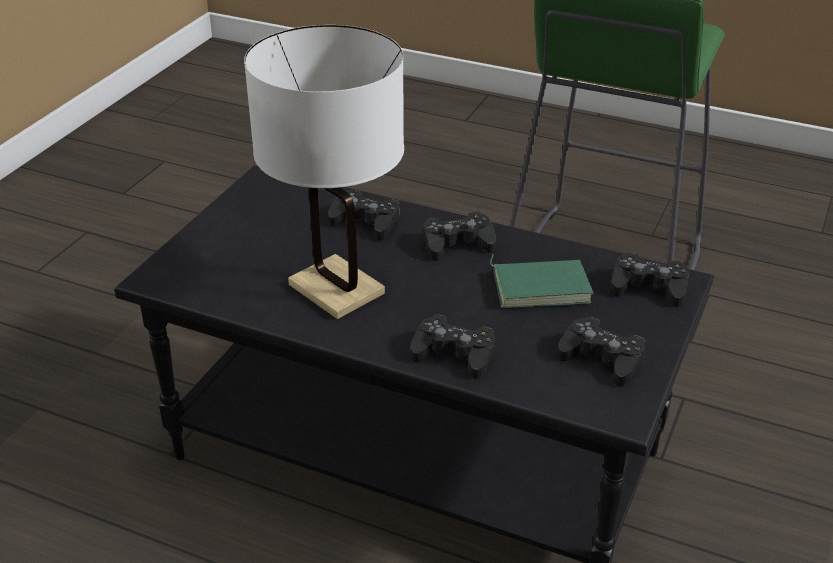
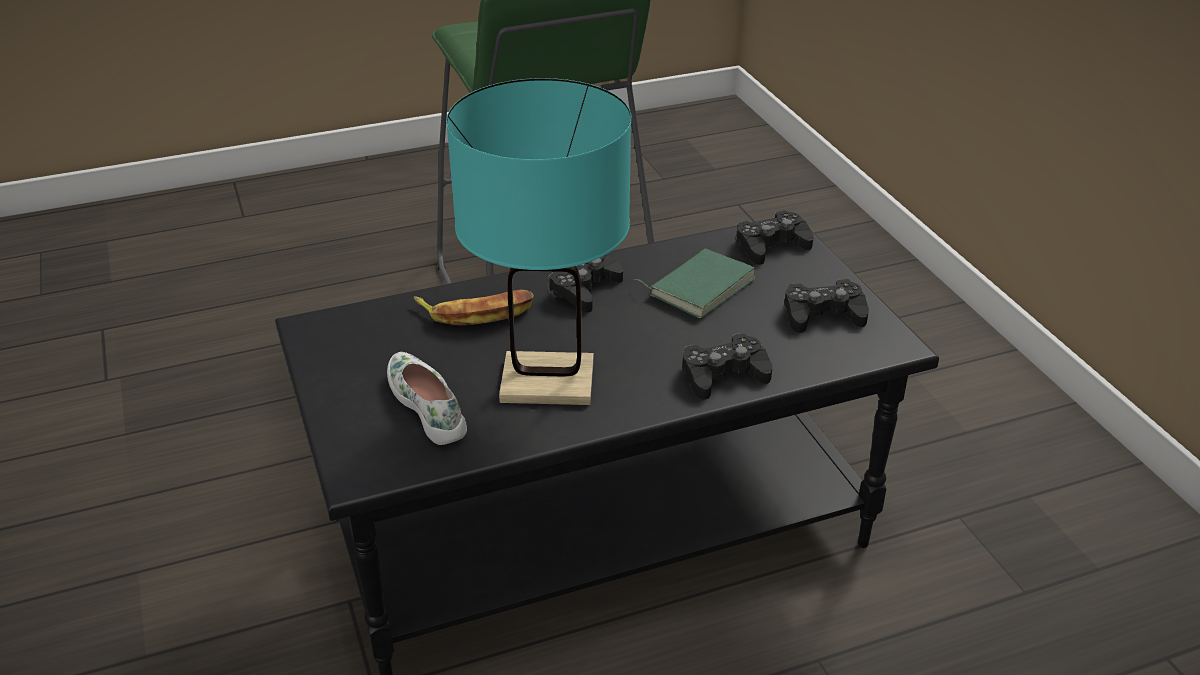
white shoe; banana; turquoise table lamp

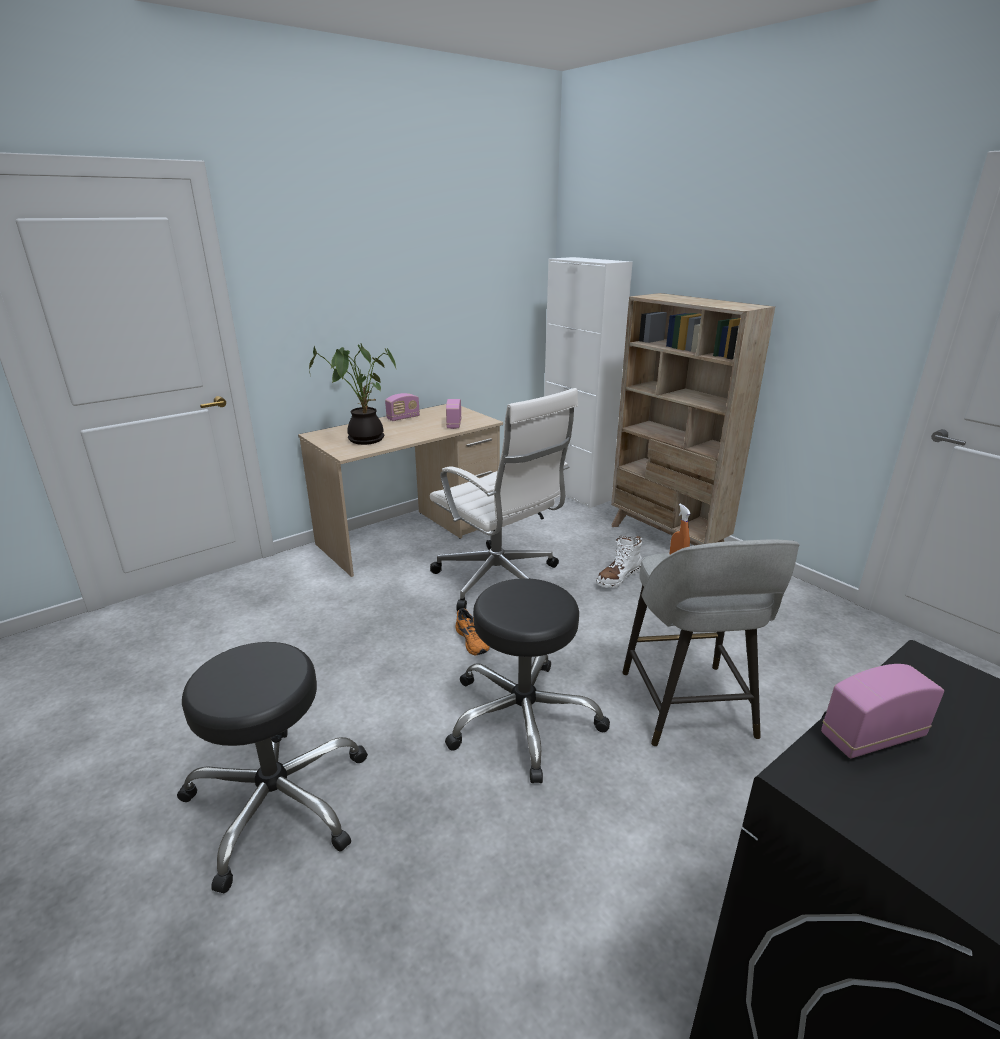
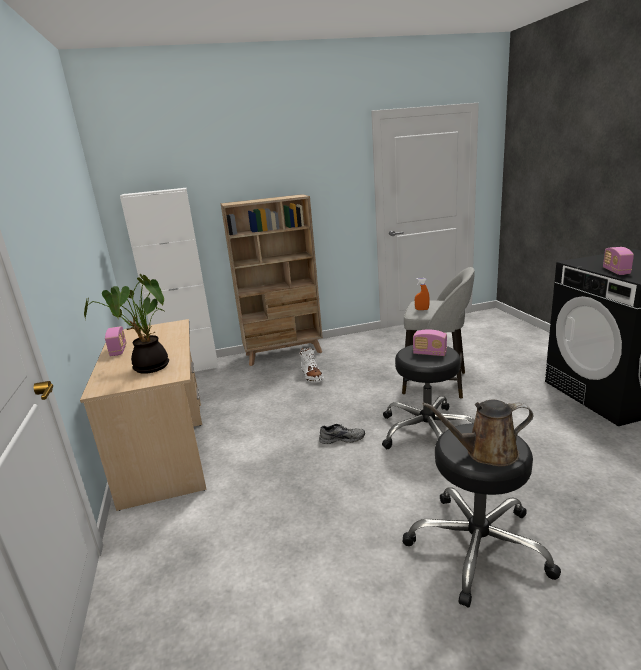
white office chair; brown watering can; radio (no. 2 from left); grey shoe

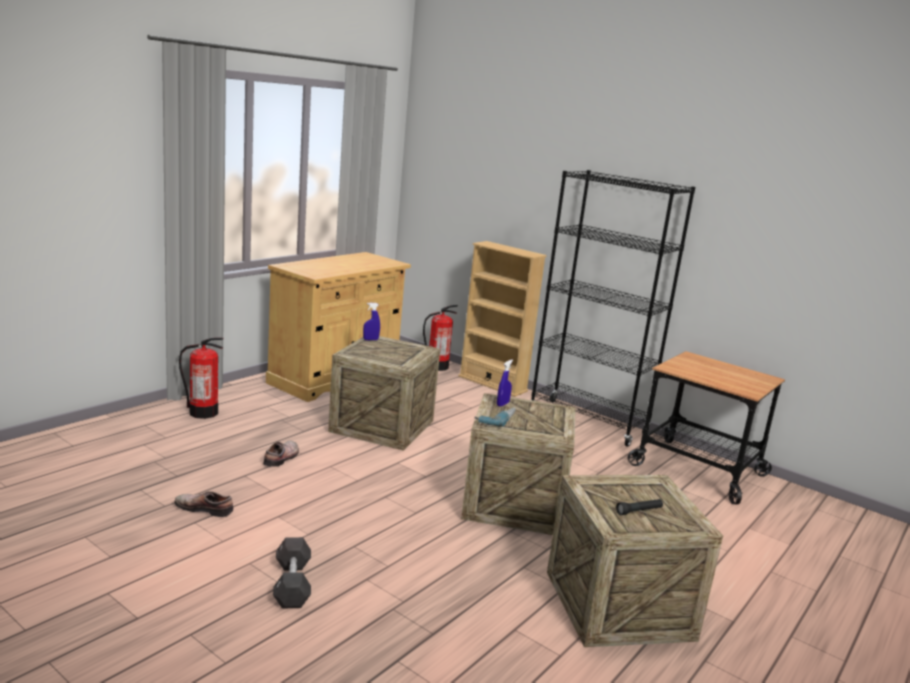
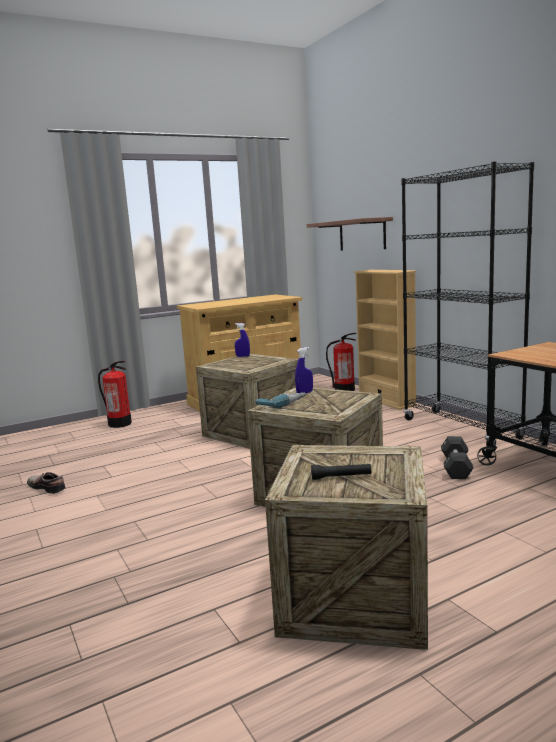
shoe (no. 2 from left in the first image); shelf; black dumbbell

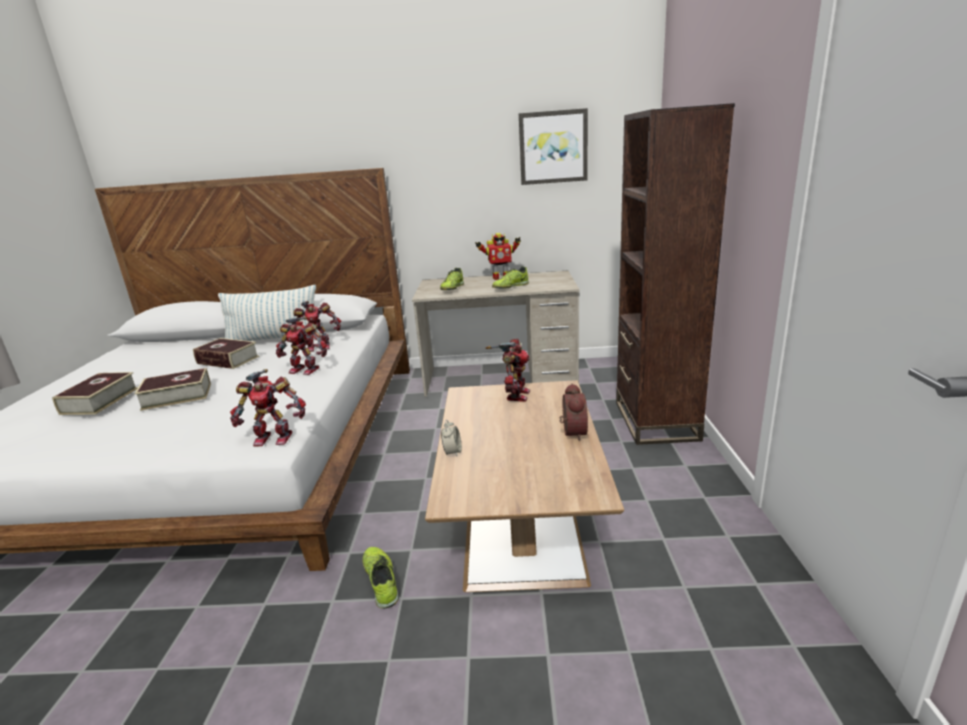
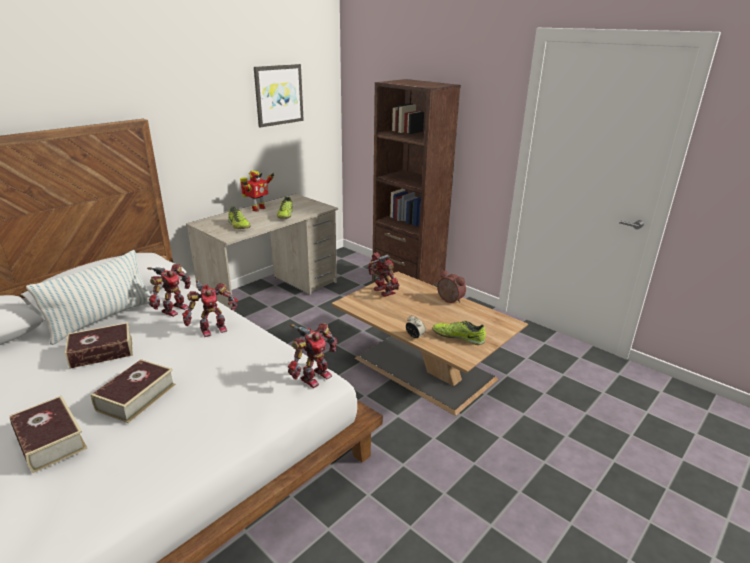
shoe (no. 3 from left)

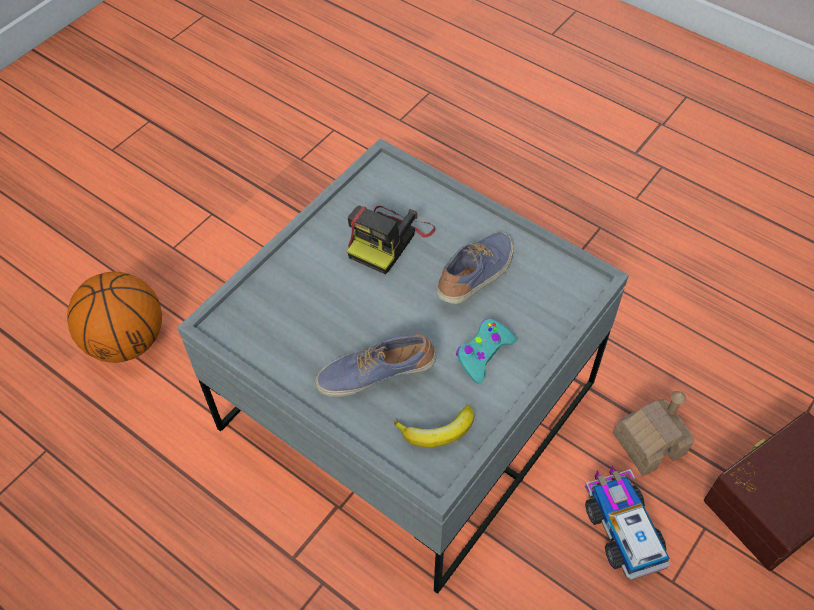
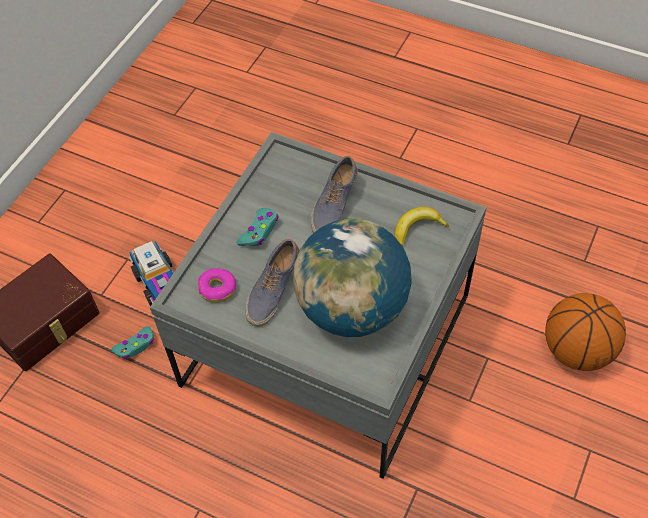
donut; banana; globe; turquoise game controller (no. 1 from left); shoe (no. 2 from left)

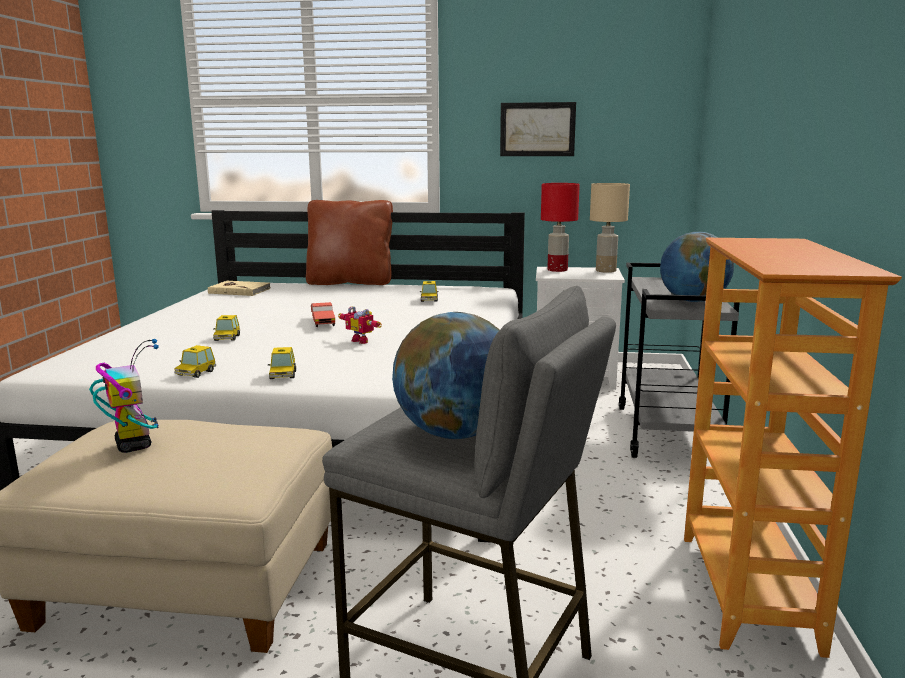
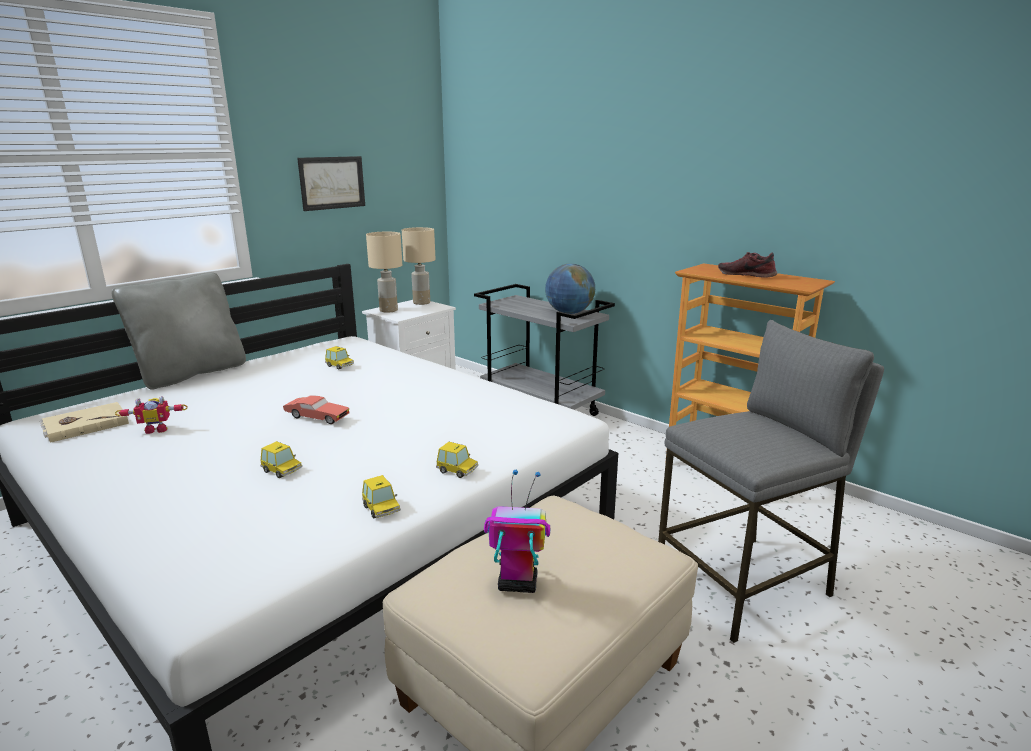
globe (no. 1 from left in the first image); shoe; toy robot (no. 1 from left); grey pillow; beige table lamp (no. 1 from left)

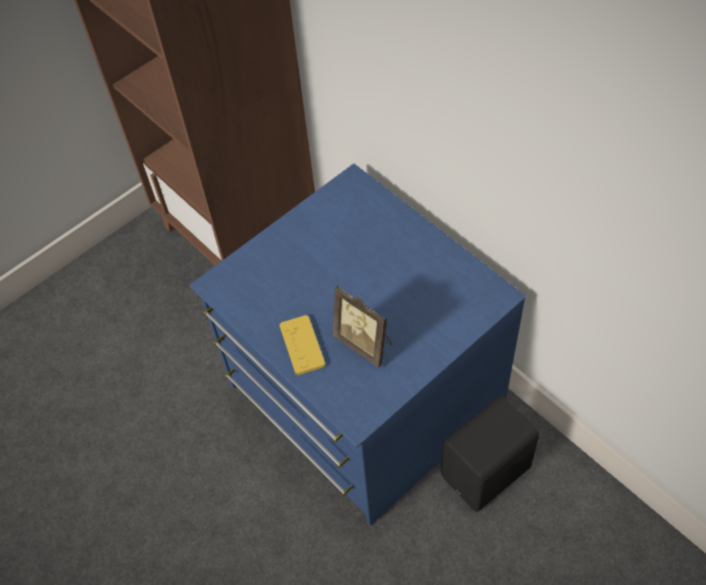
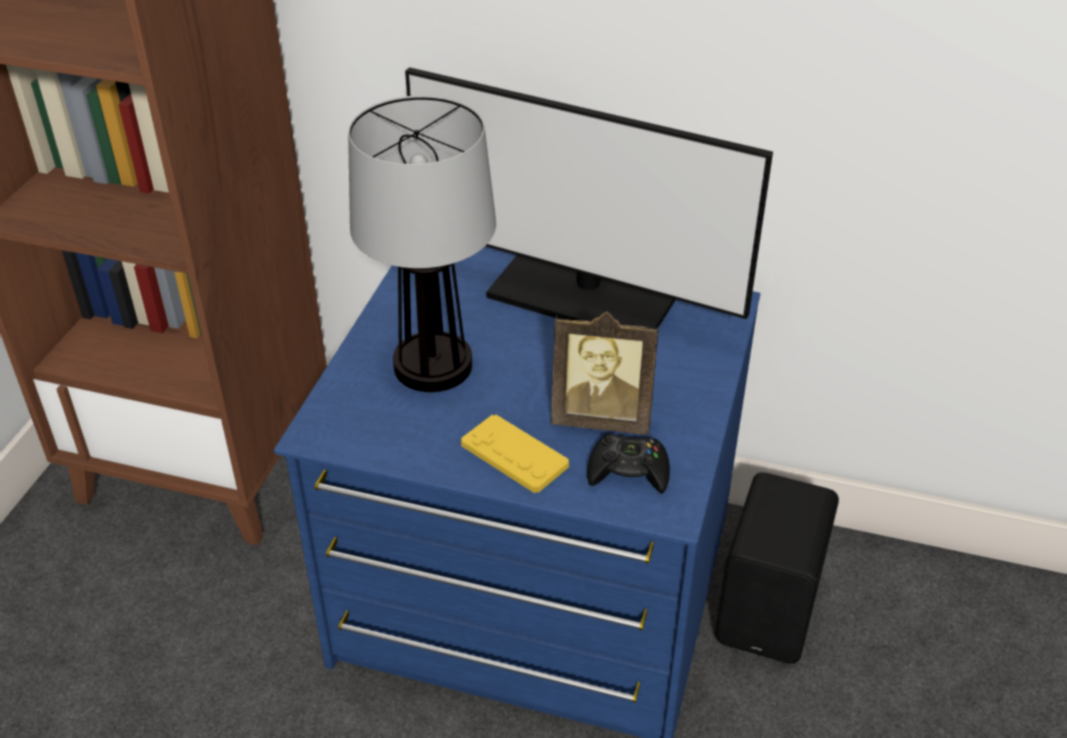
table lamp; monitor; black game controller

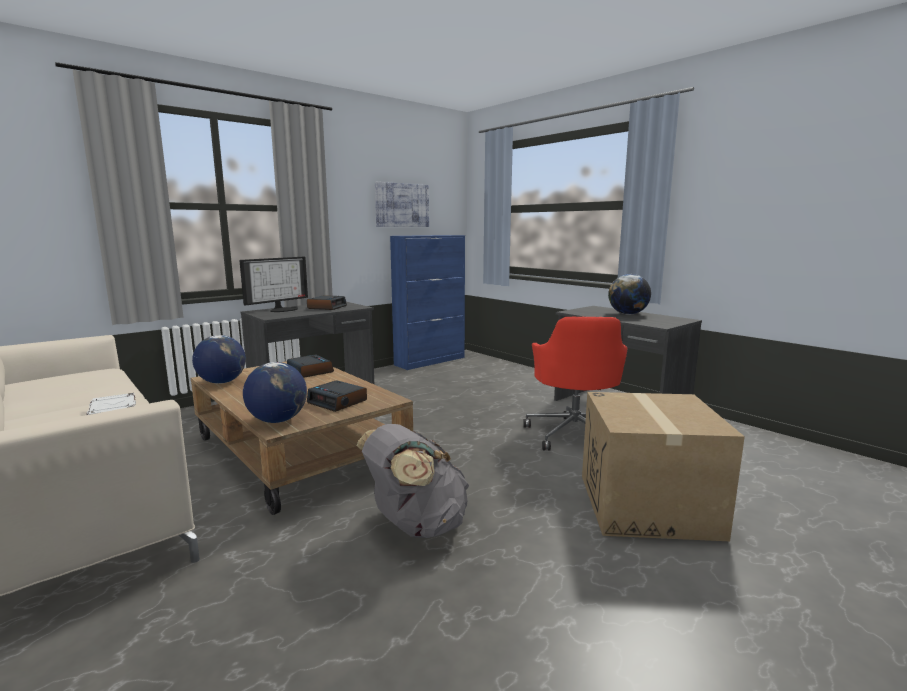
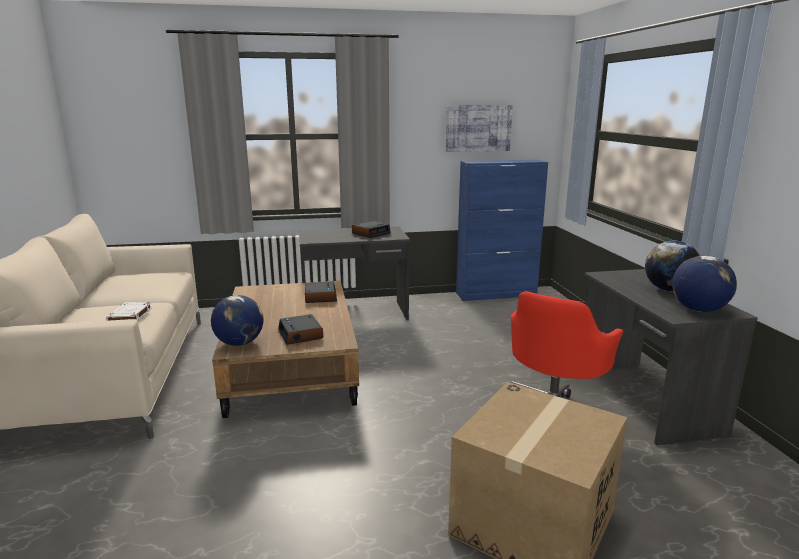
monitor; grey backpack; globe (no. 3 from left)

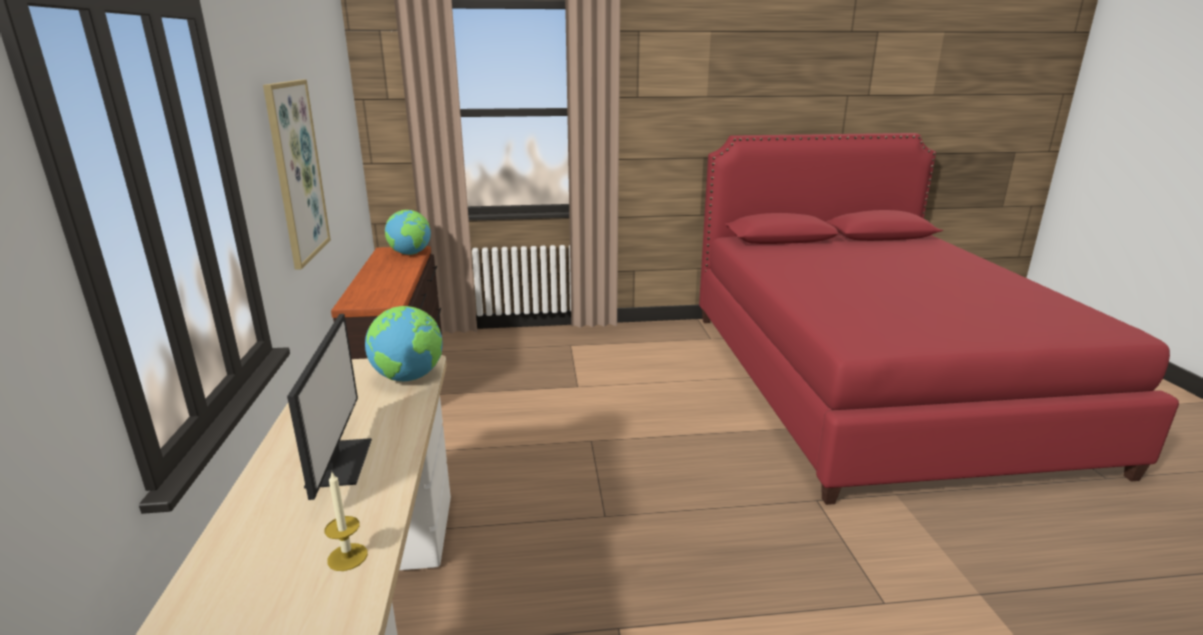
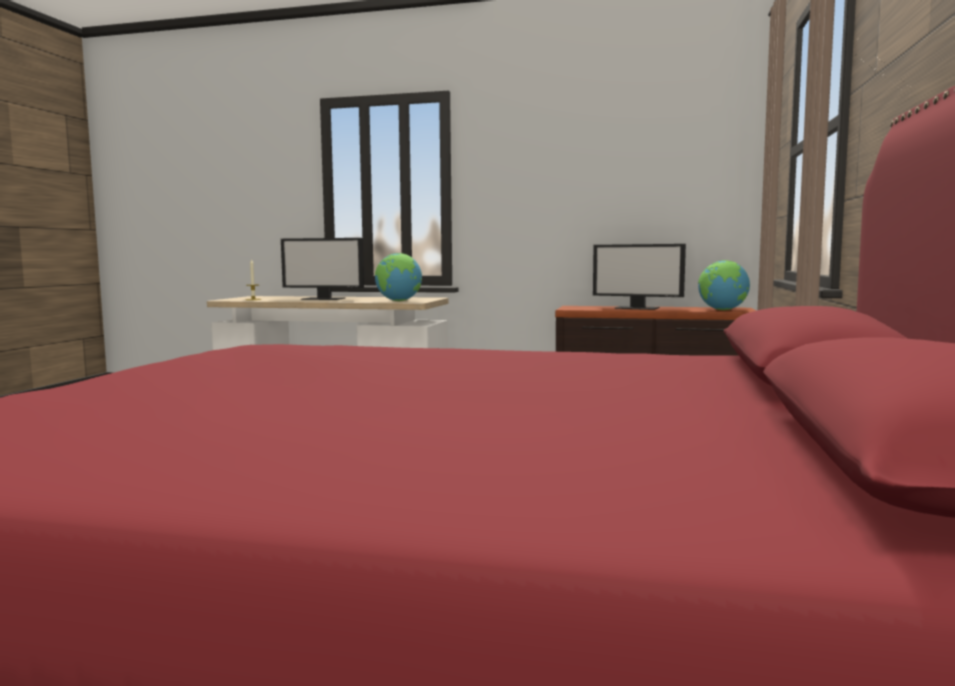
picture; monitor (no. 2 from left)

